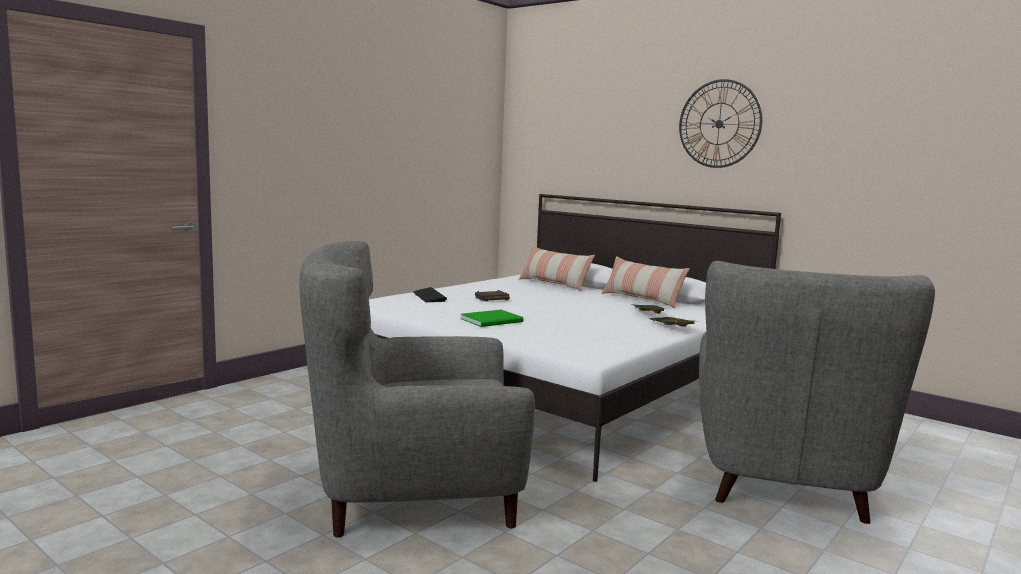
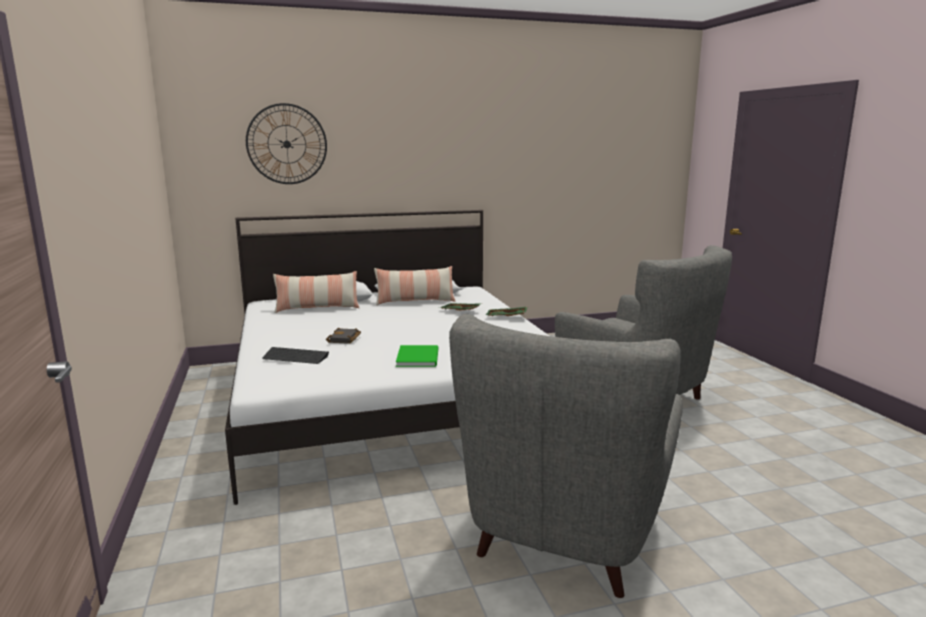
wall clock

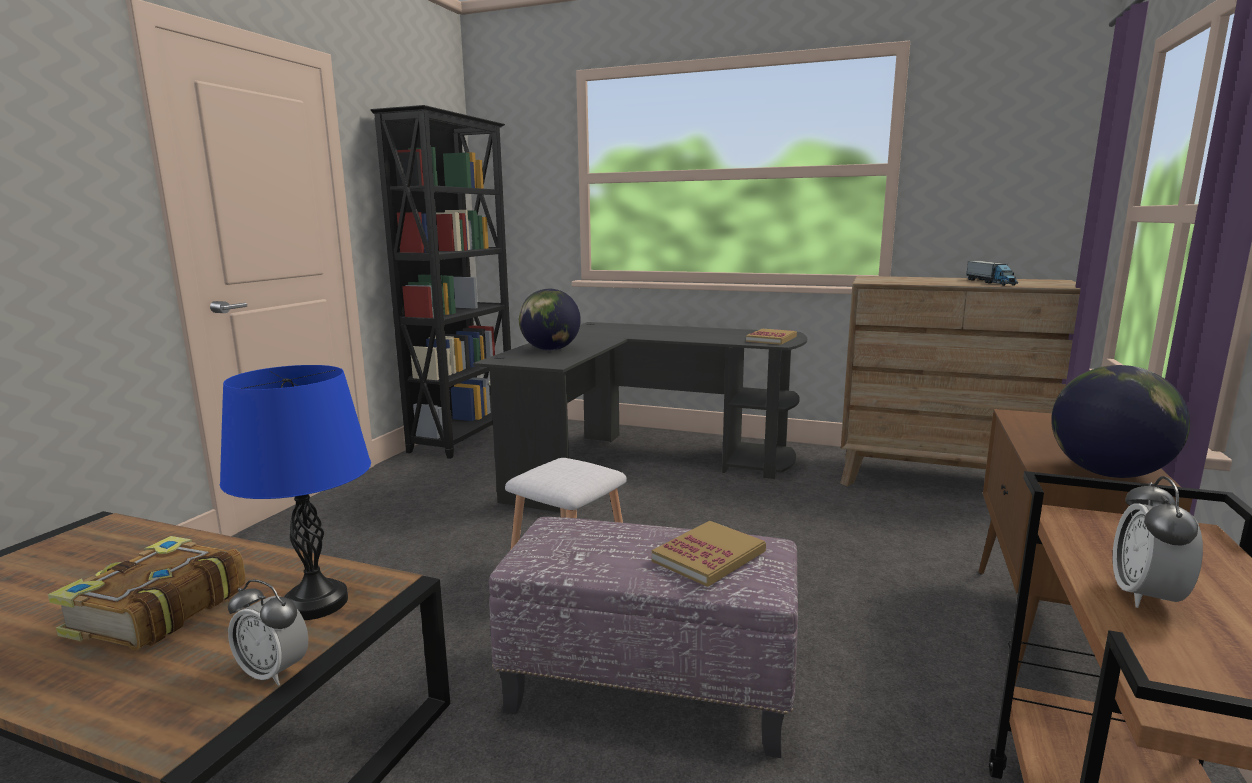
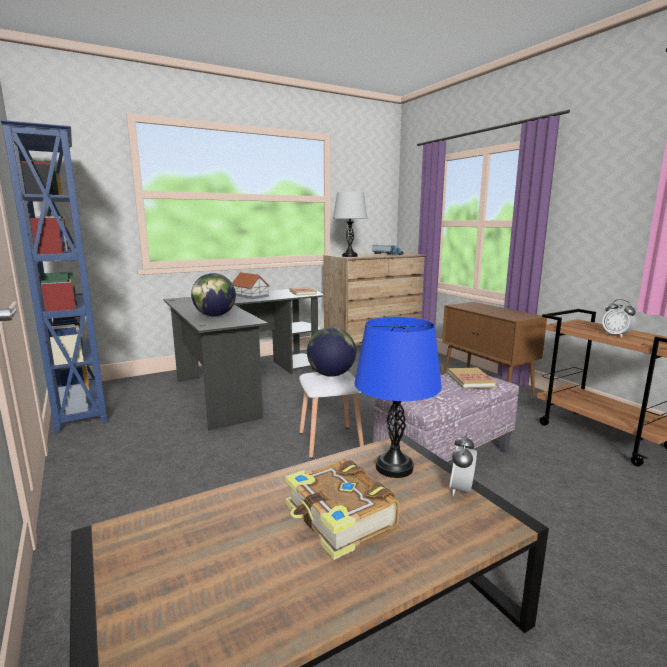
toy house; grey table lamp; globe (no. 2 from left); blue bookcase; alarm clock (no. 1 from left)

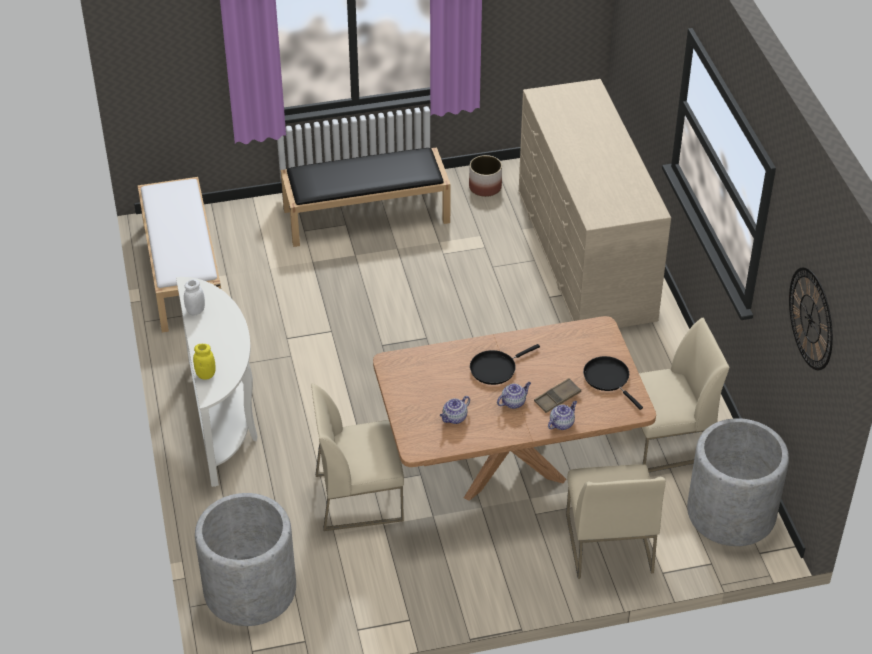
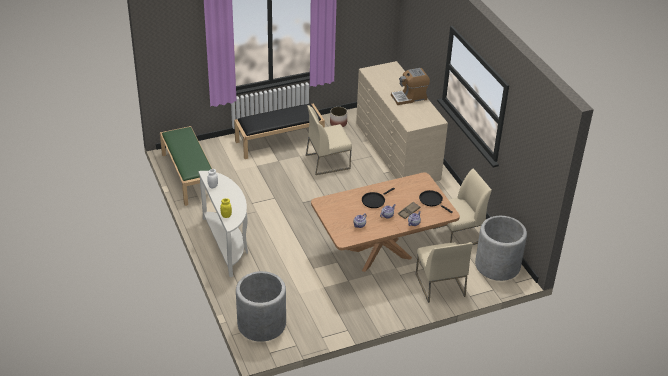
wall clock; coffee machine; beige chair (no. 1 from left); green bench

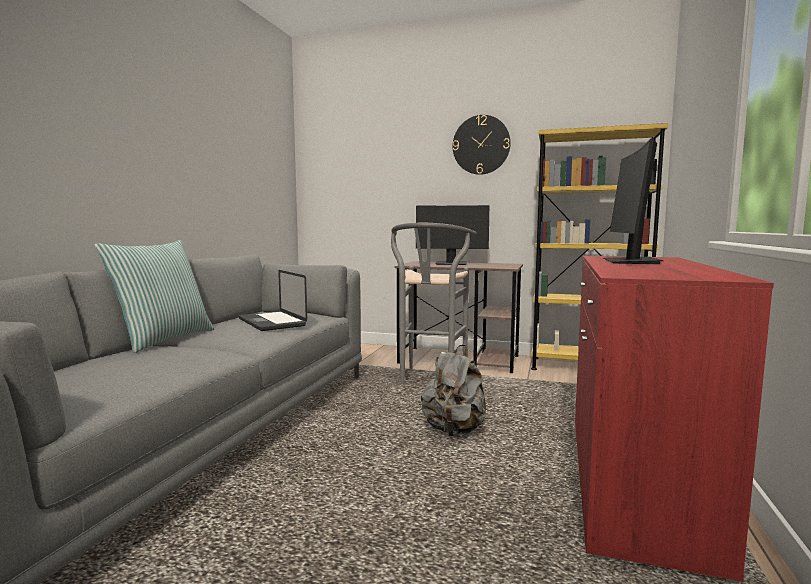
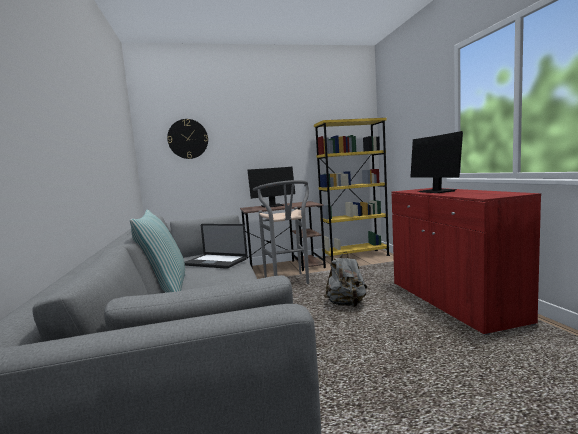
wall clock

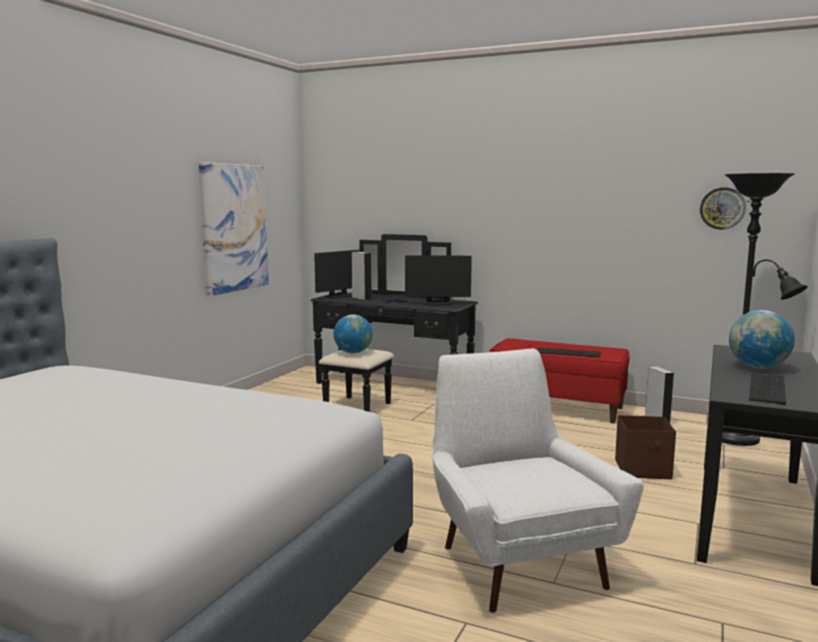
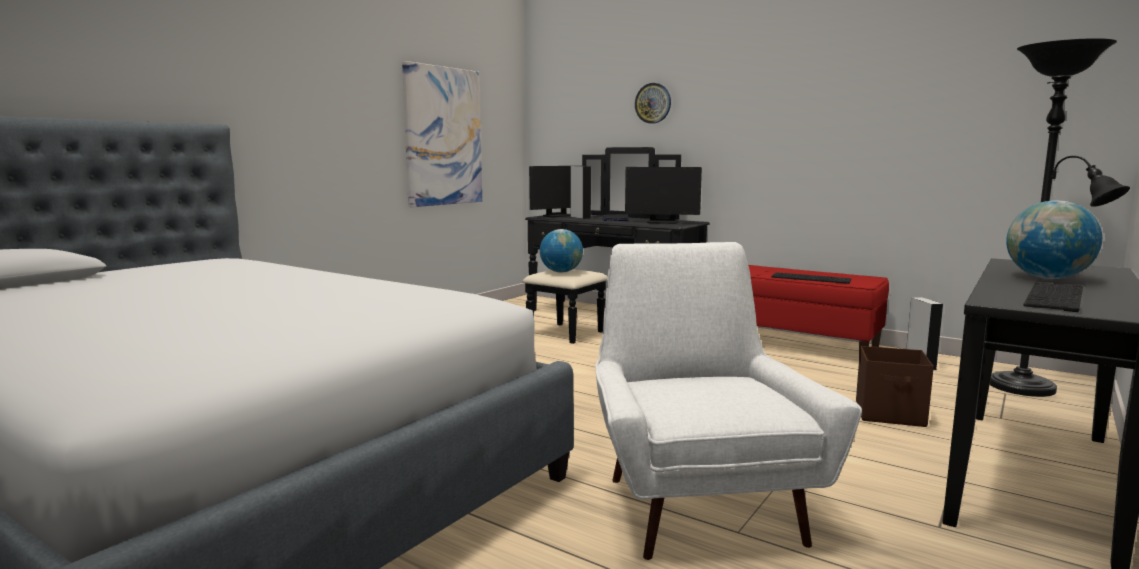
wall clock

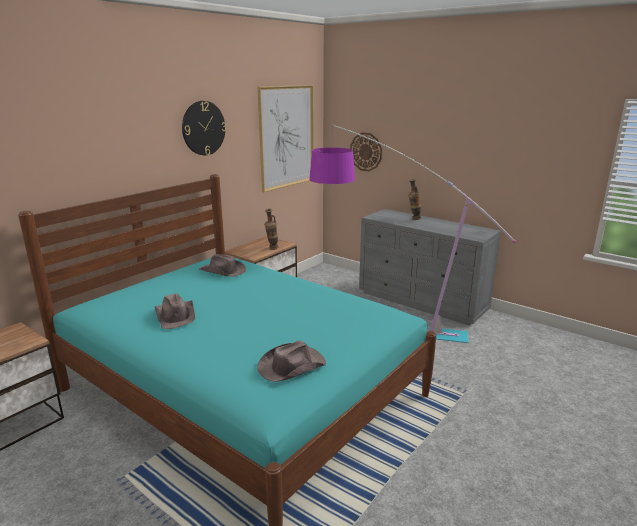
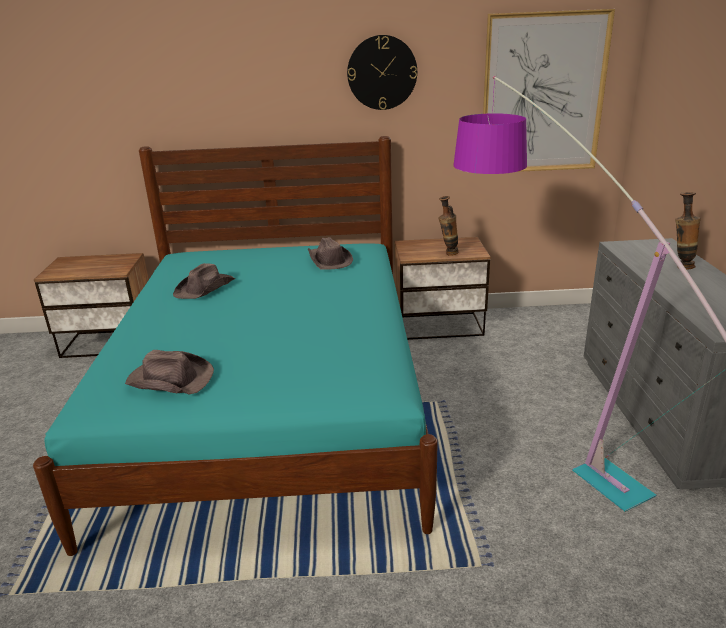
wall clock (no. 2 from left in the first image)

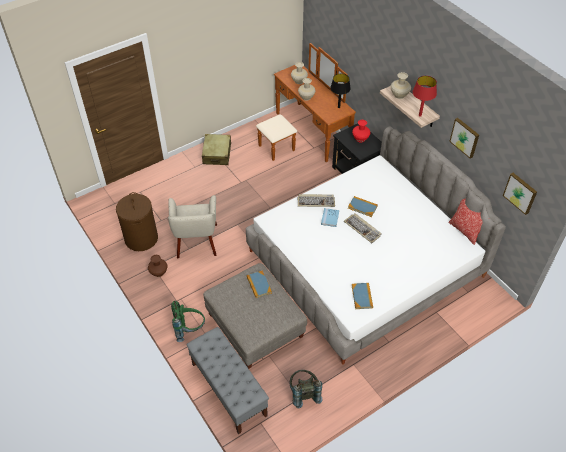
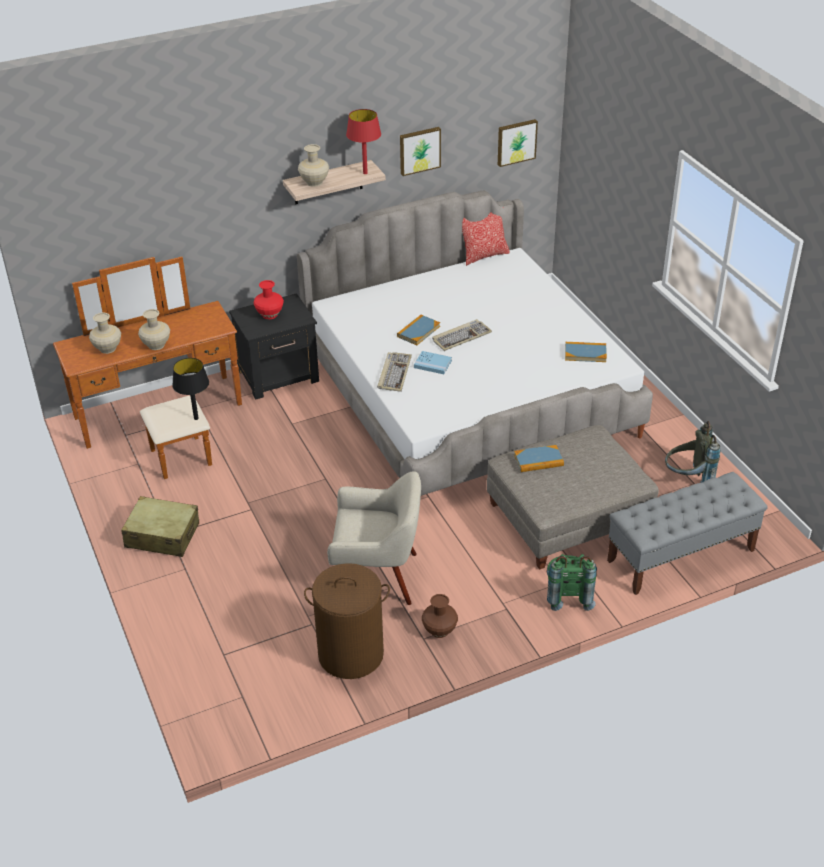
black table lamp

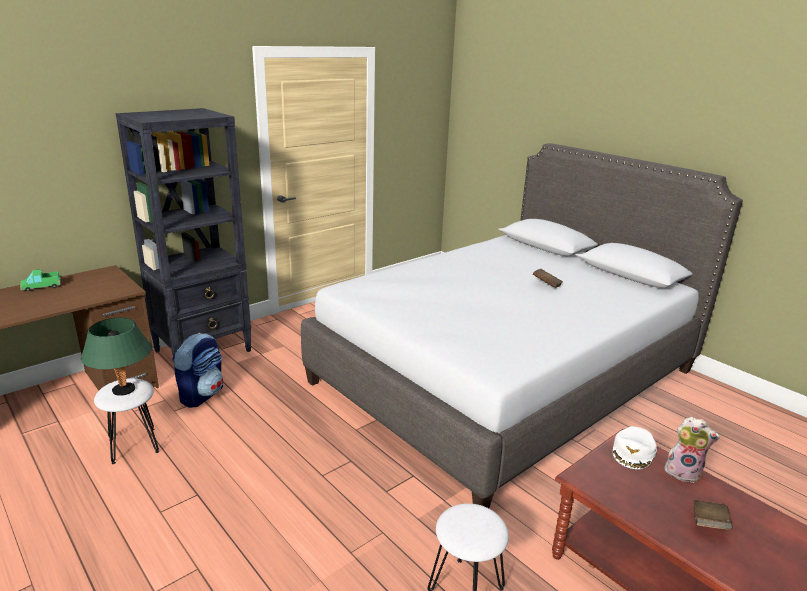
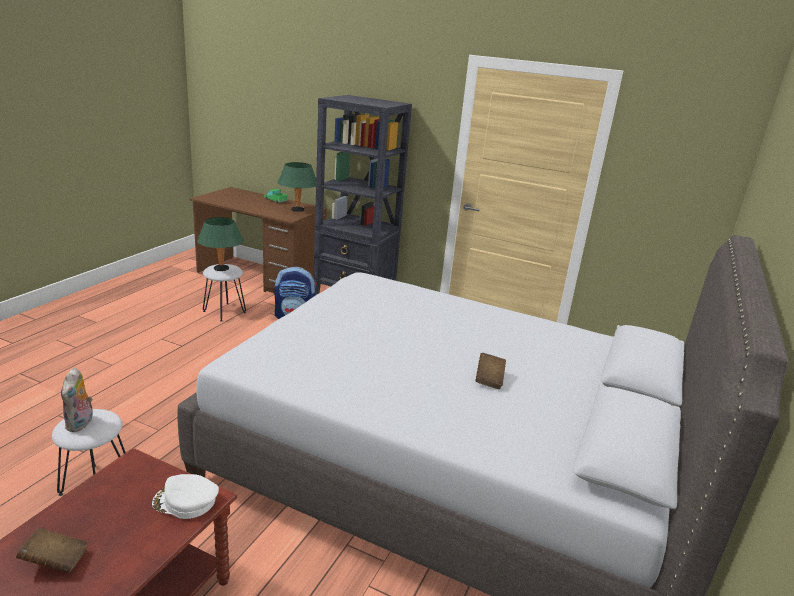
green table lamp (no. 2 from left); plush toy

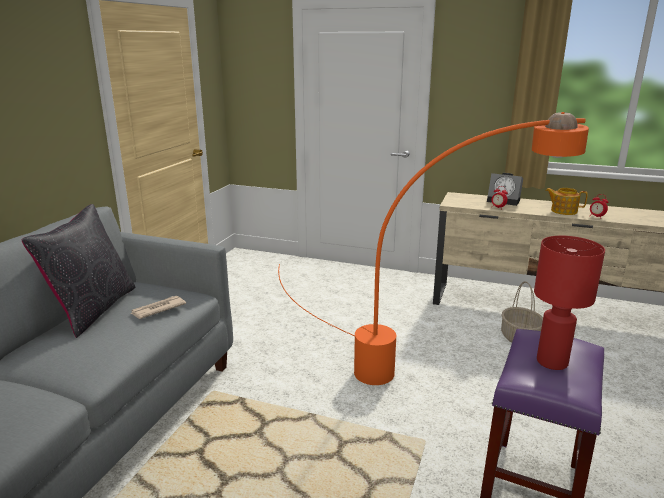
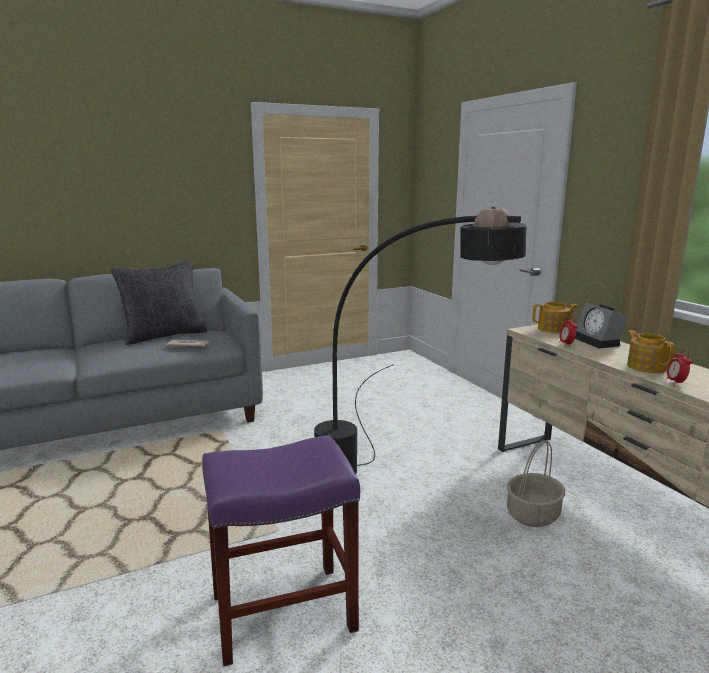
red table lamp; teapot (no. 1 from left); black floor lamp

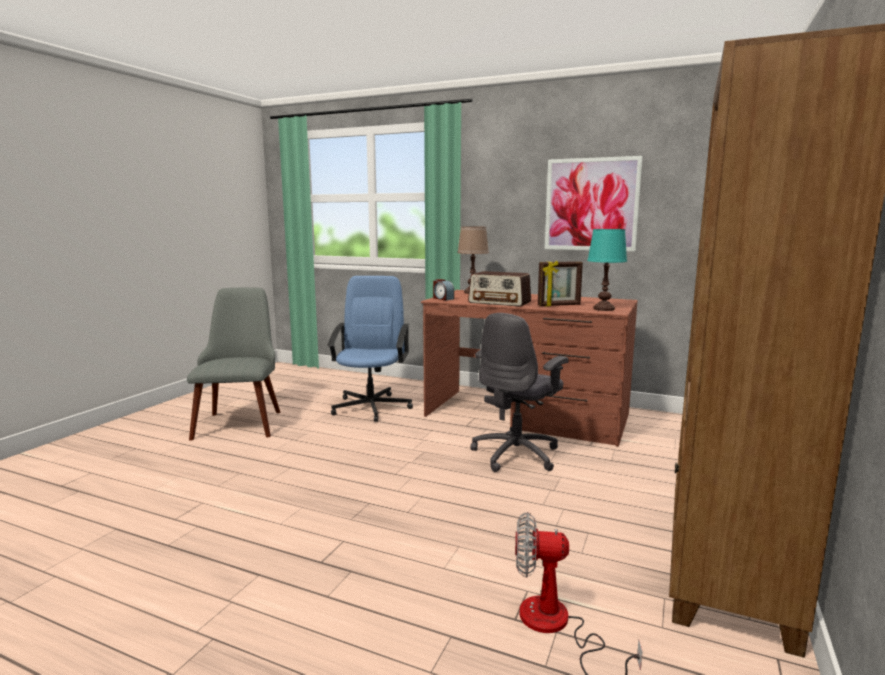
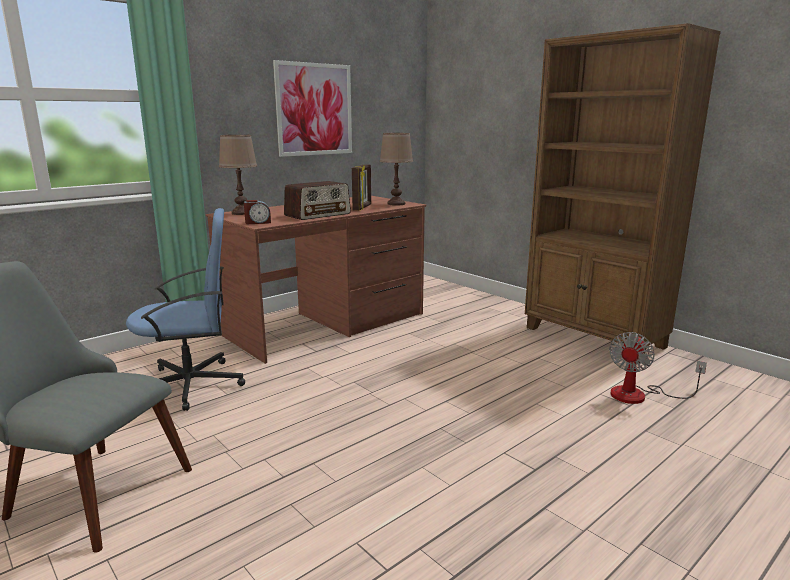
grey office chair; brown table lamp (no. 2 from left); blue office chair

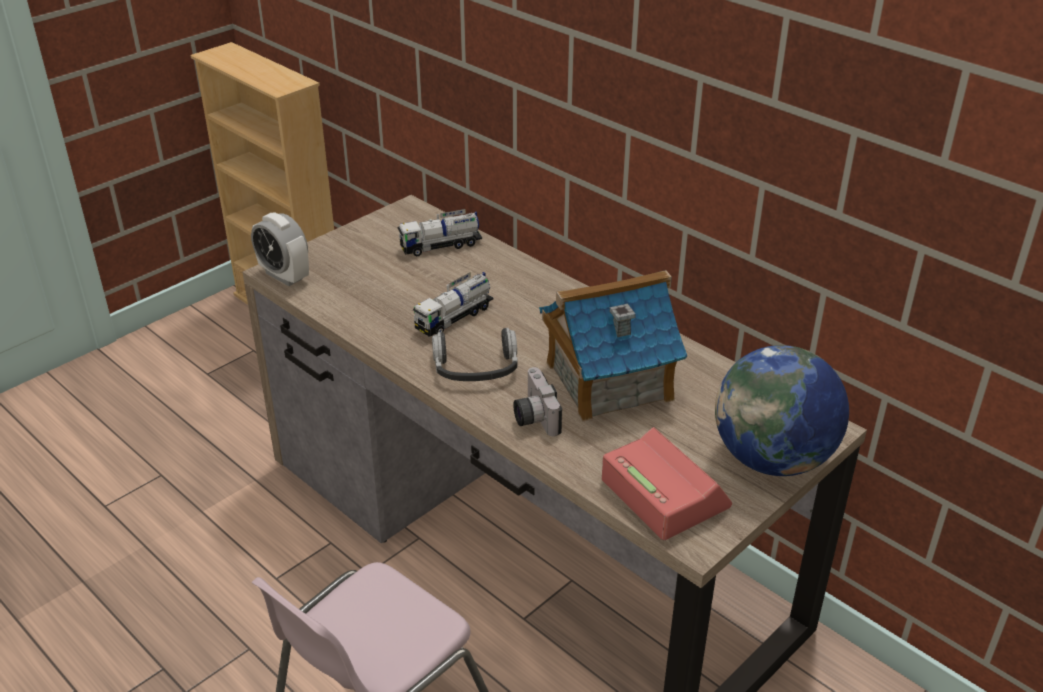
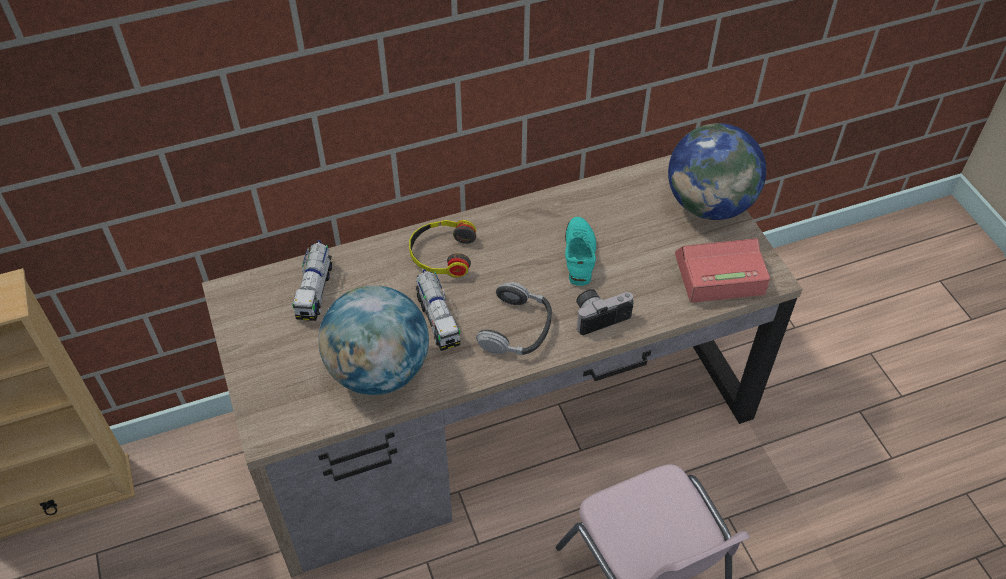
alarm clock (no. 1 from left in the first image); globe (no. 1 from left); headphones (no. 1 from left); turquoise shoe; photo camera

